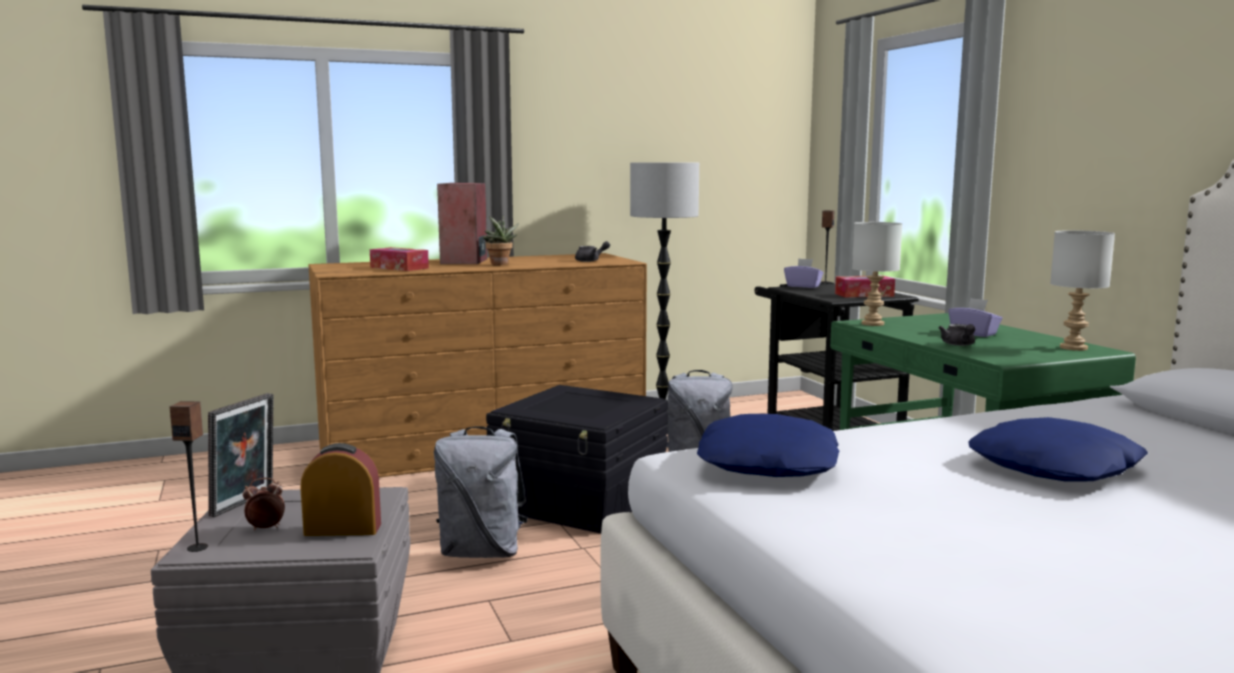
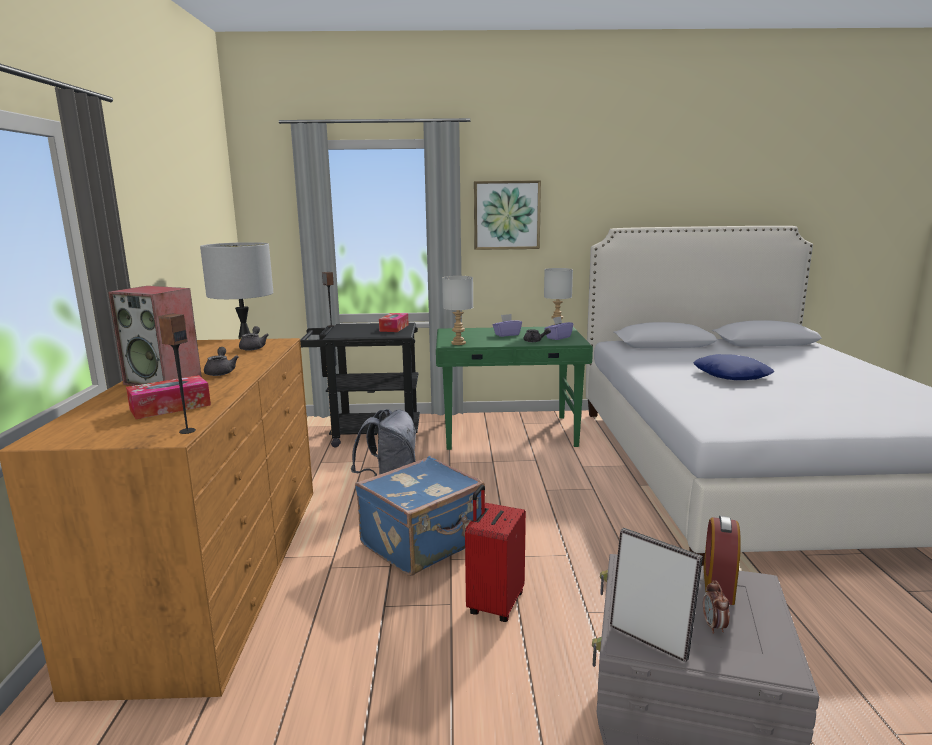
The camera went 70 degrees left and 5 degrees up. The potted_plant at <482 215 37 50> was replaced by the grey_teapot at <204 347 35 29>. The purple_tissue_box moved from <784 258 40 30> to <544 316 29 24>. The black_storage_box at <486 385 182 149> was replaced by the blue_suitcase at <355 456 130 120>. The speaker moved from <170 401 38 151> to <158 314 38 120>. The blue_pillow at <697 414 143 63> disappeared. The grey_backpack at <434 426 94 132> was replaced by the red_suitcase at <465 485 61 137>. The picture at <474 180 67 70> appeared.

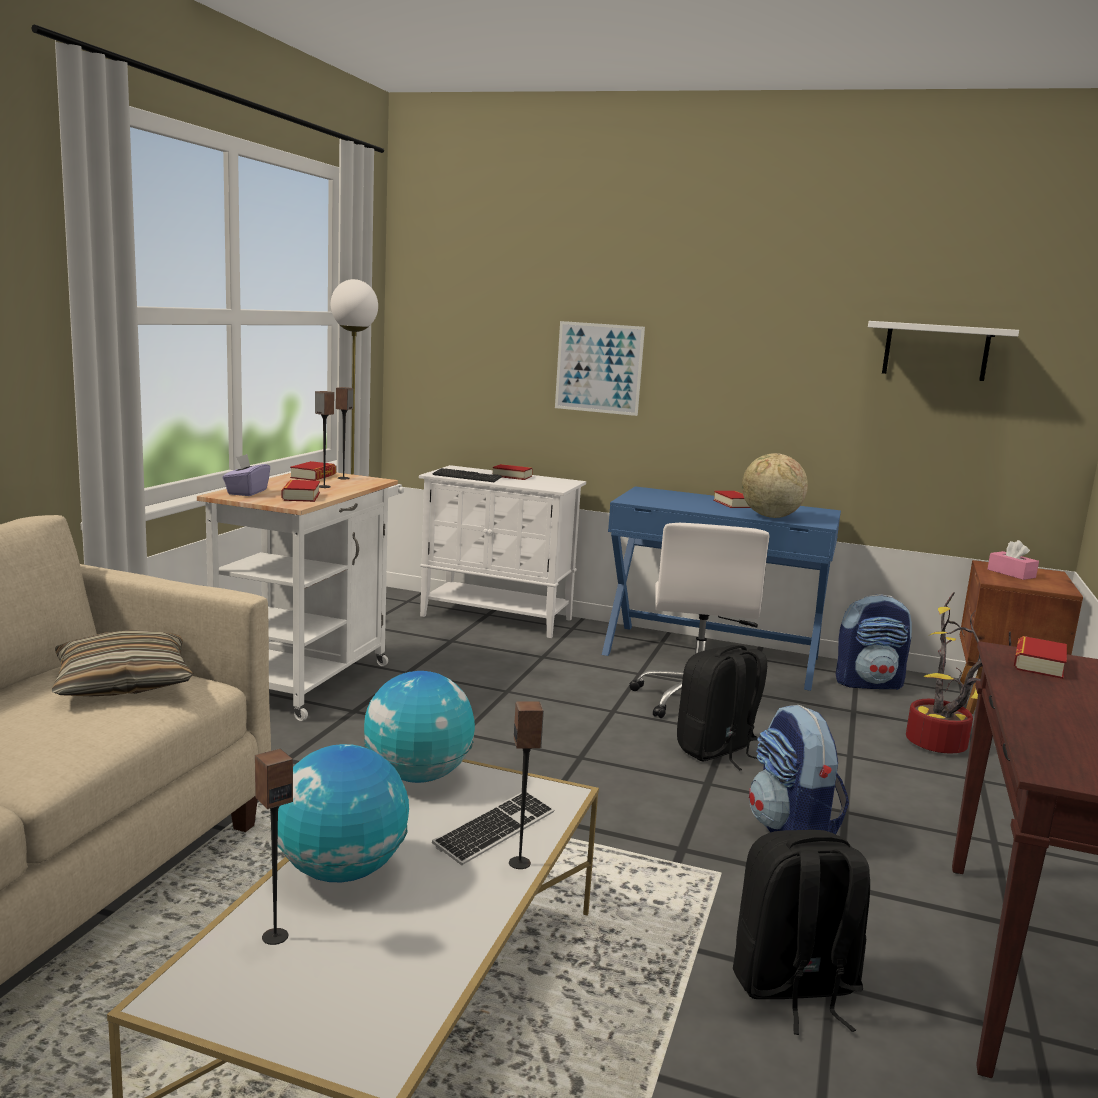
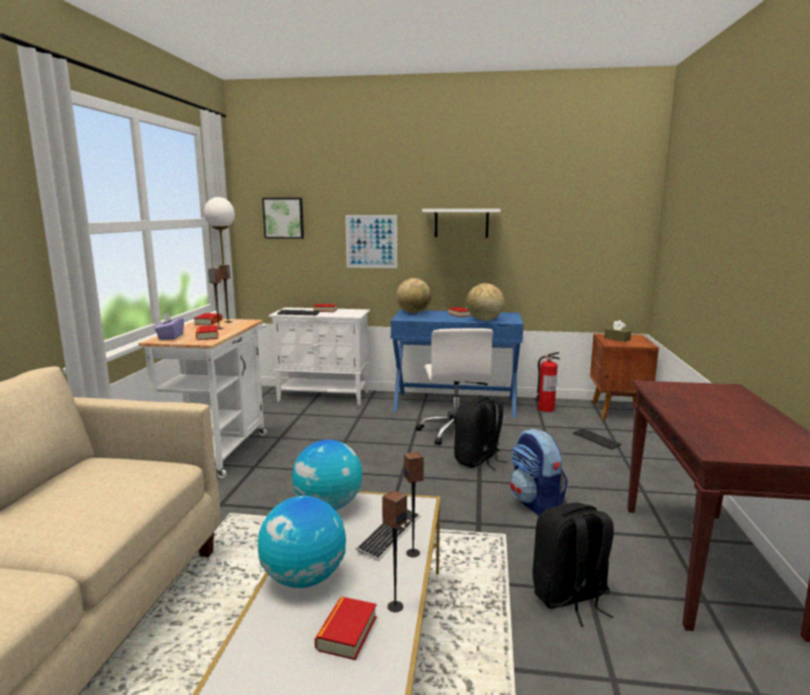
The camera went 10 degrees left and 0 degrees up. The white_shelf moved from <868 321 151 60> to <422 209 78 29>. The pink_tissue_box at <988 540 51 40> became the brown_tissue_box at <604 320 27 22>. The potted_plant at <906 592 105 161> was replaced by the keyboard at <573 428 48 22>. The backpack at <836 594 76 96> was replaced by the fire_extinguisher at <537 352 23 60>. The pillow at <52 630 141 66> disappeared. The book moved from <1014 636 53 43> to <315 597 62 63>. The speaker moved from <255 749 38 196> to <382 490 25 122>. The picture at <262 198 42 41> appeared. The globe at <396 278 35 35> appeared.

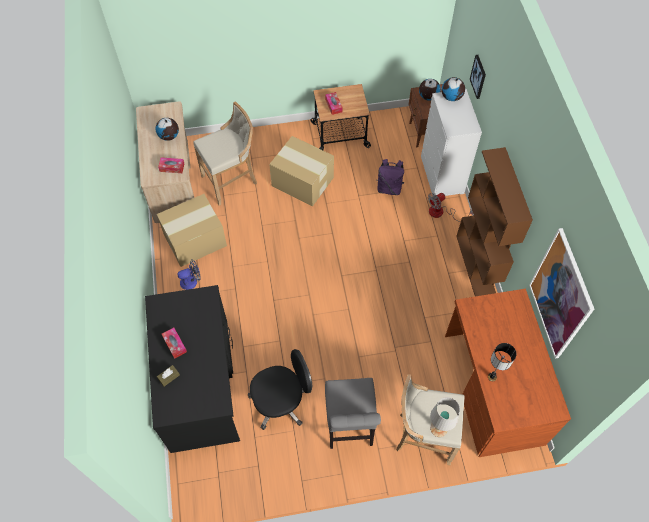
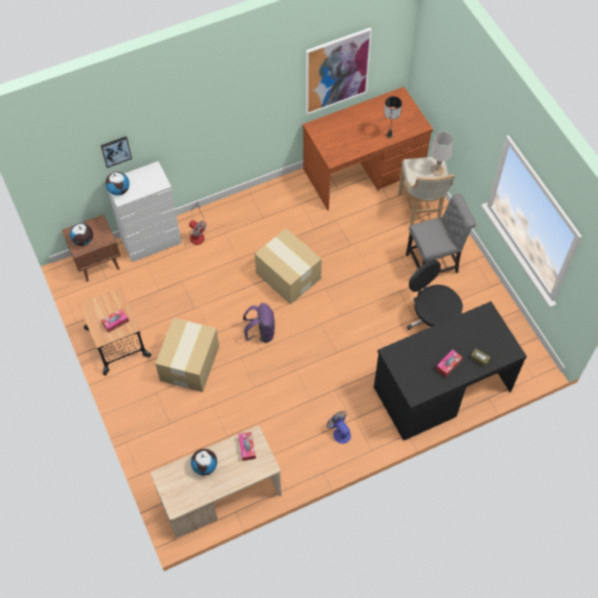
The camera went 105 degrees left and 0 degrees up. The beige_stool at <193 102 64 104> disappeared. The brown_bookcase at <456 147 77 149> disappeared. The purple_backpack moved from <377 159 27 36> to <243 303 32 40>. The cardboard_box moved from <157 194 70 73> to <254 228 68 76>.

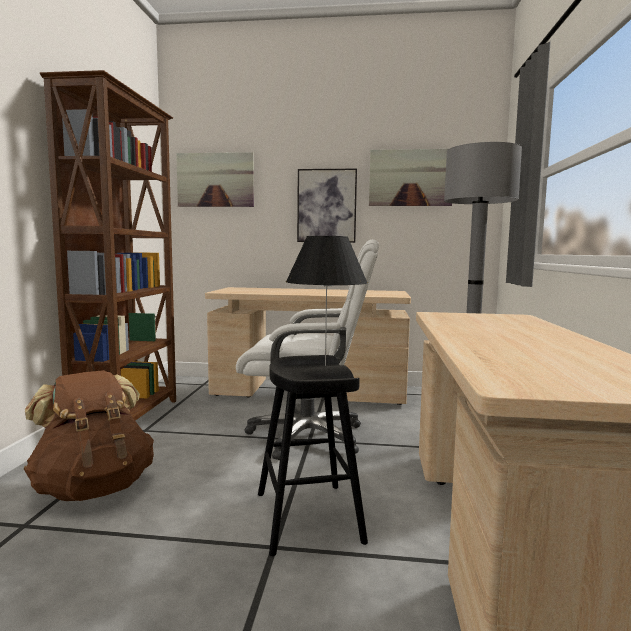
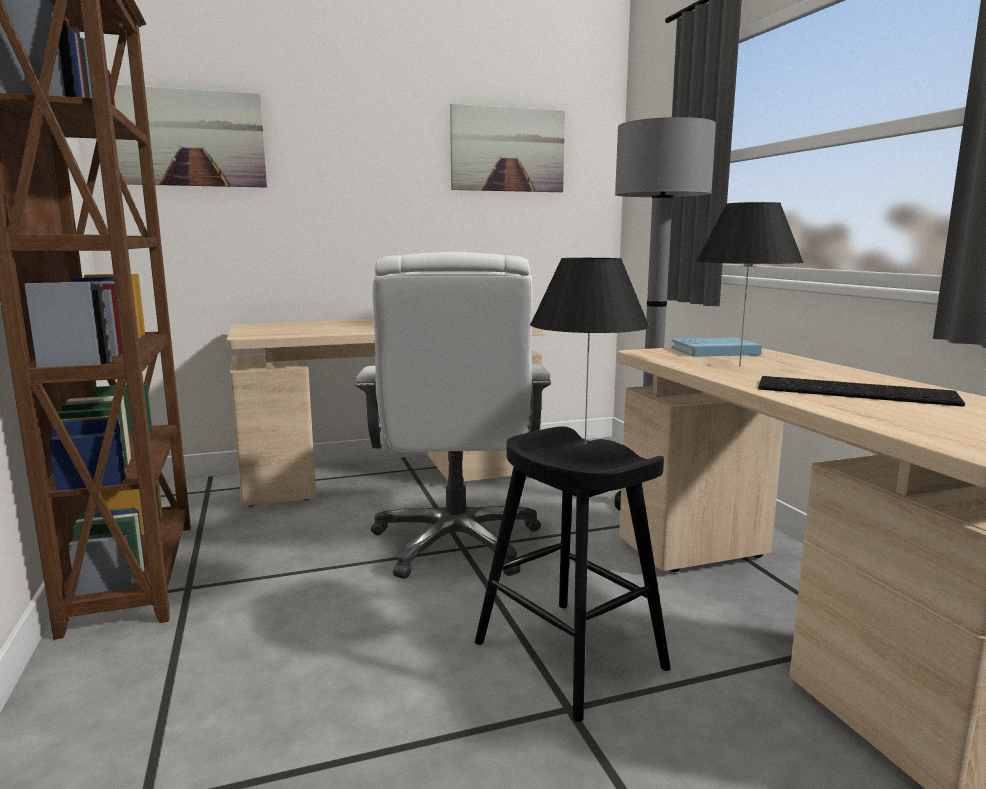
The camera went 25 degrees left and 5 degrees up. The picture at <297 169 60 74> disappeared. The white_office_chair at <236 239 143 221> turned 105 degrees clockwise. The brown_backpack at <24 370 130 131> disappeared. The black_table_lamp at <696 202 108 165> appeared. The blue_book at <671 338 91 19> appeared. The keyboard at <758 376 207 31> appeared.

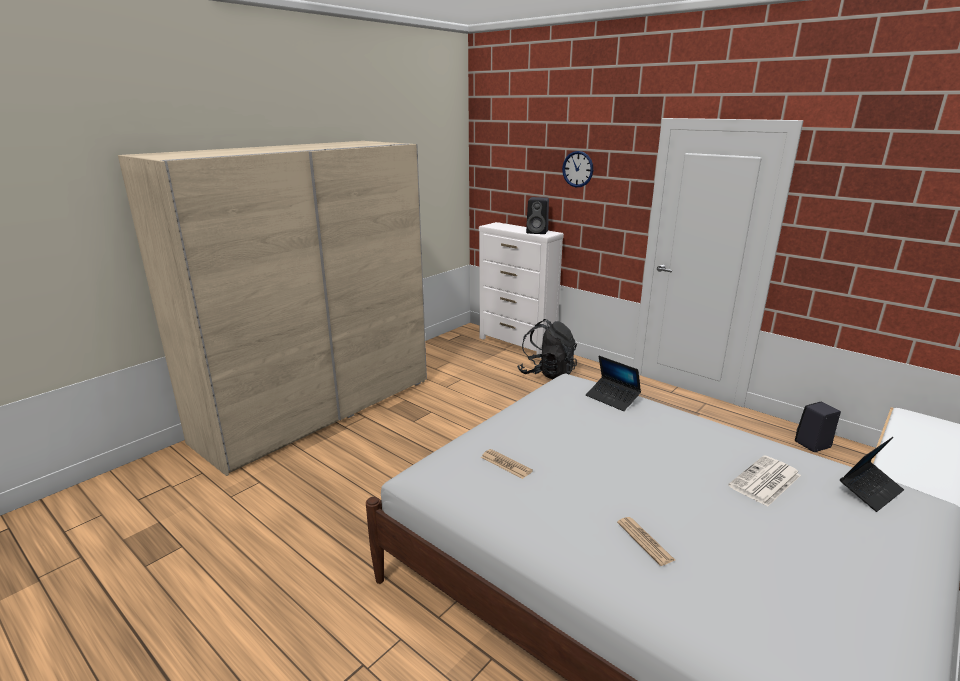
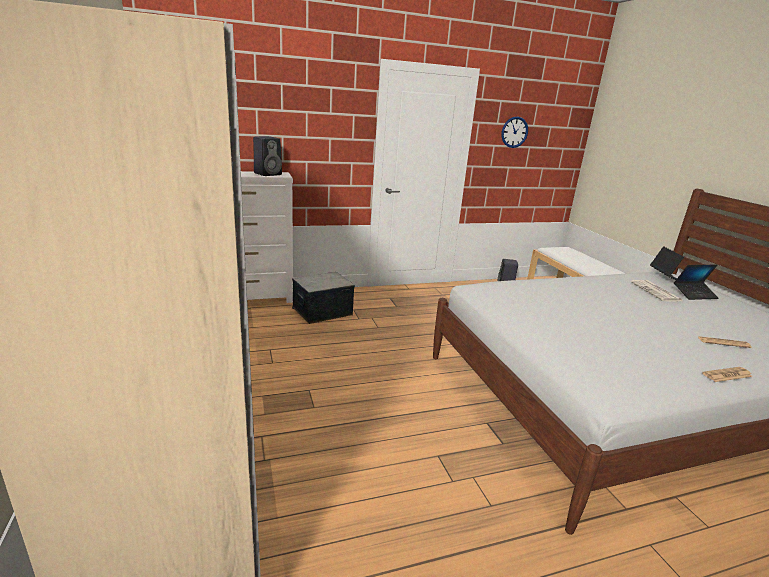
The camera went 60 degrees left and 0 degrees up. The wall_clock moved from <562 151 31 36> to <501 116 27 32>. The black_backpack at <517 319 60 61> was replaced by the storage_box at <292 272 63 52>. The laptop moved from <586 356 55 55> to <674 265 45 35>. The newspaper moved from <481 449 52 30> to <702 367 51 15>.

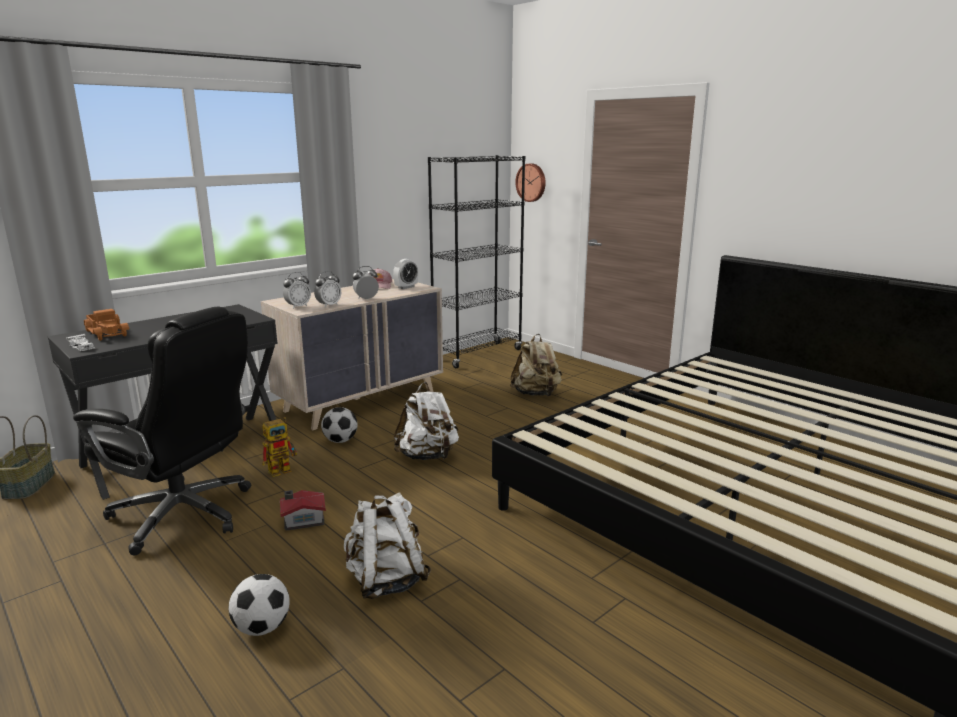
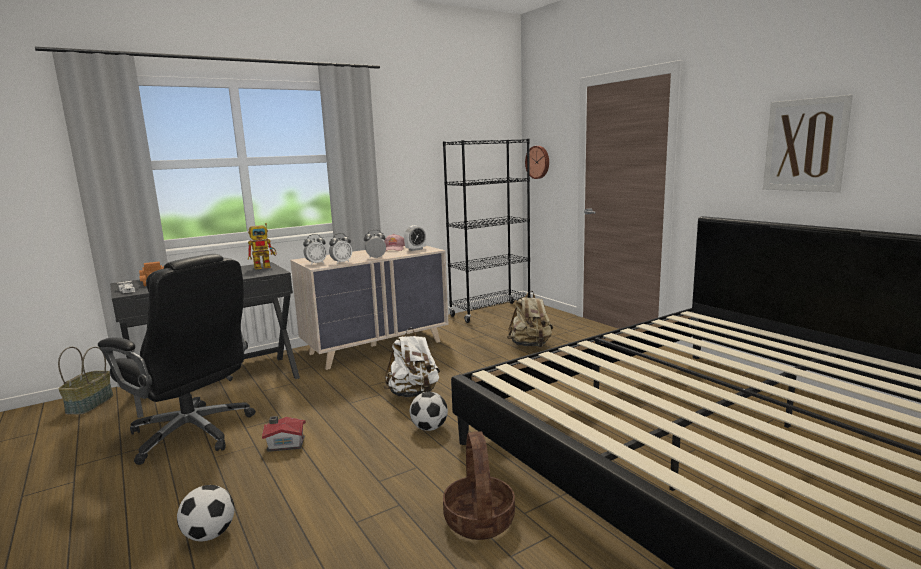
The camera went 10 degrees right and 5 degrees down. The football moved from <321 407 37 36> to <410 392 38 39>. The toy_robot moved from <262 417 35 60> to <248 223 29 47>. The white_backpack at <344 492 87 107> disappeared. The picture at <763 95 90 97> appeared. The basket at <443 431 72 109> appeared.

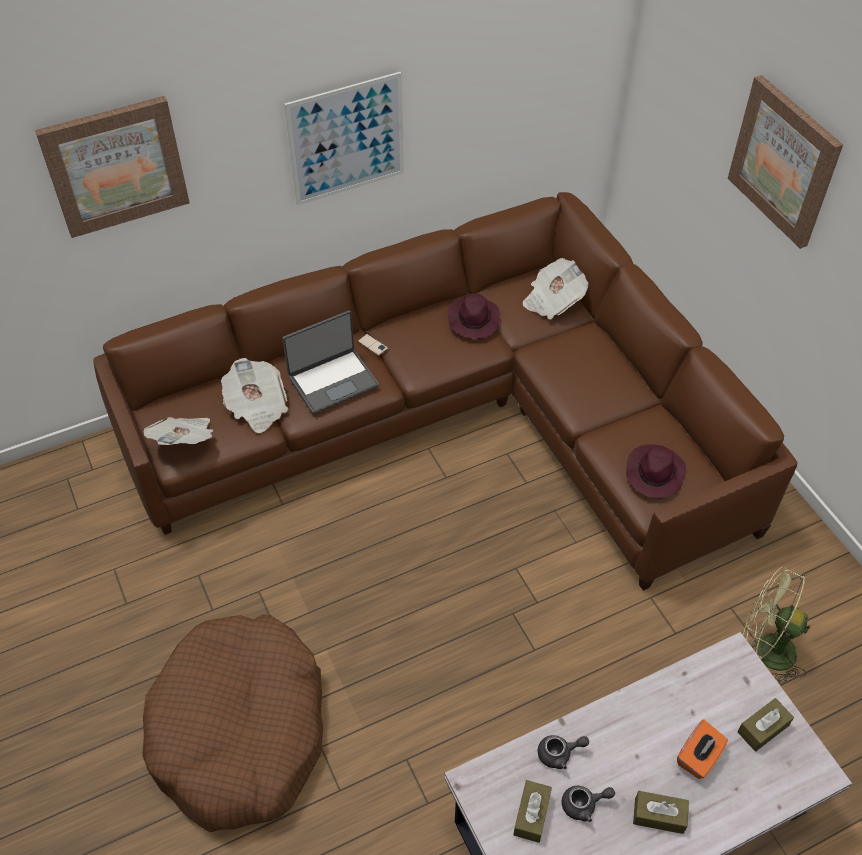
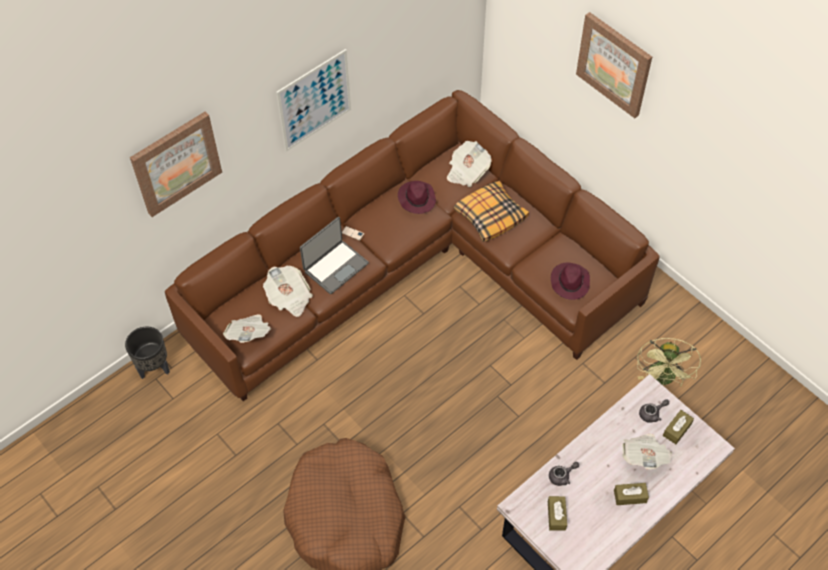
The camera went 15 degrees left and 5 degrees up. The green_fan at <743 567 68 117> turned 90 degrees counterclockwise. The orange_tissue_box at <677 720 51 59> was replaced by the newspaper at <622 433 50 37>. The grey_teapot moved from <562 786 53 36> to <639 399 30 24>. The pillow at <454 181 75 61> appeared. The black_planter at <125 327 45 52> appeared.

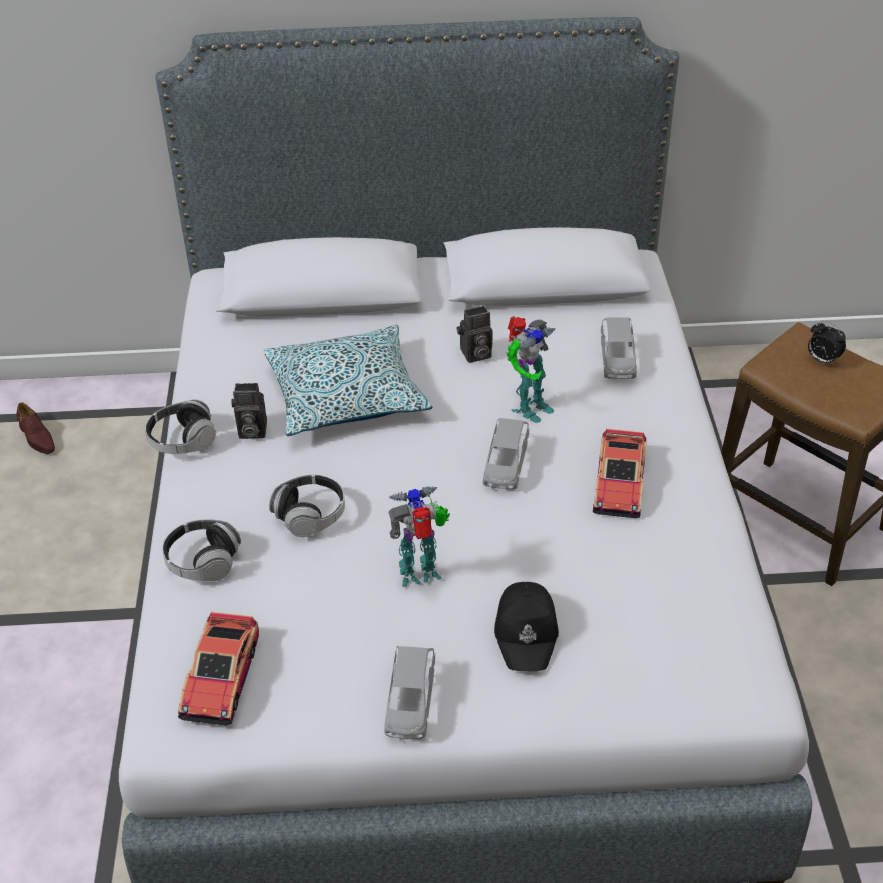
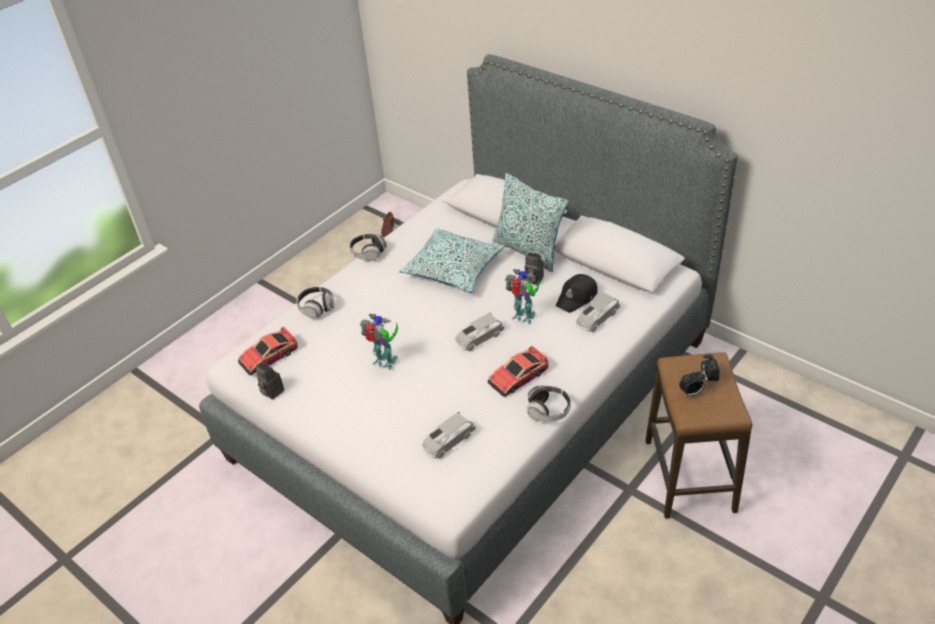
The camera went 45 degrees right and 0 degrees up. The toy_robot at <506 316 49 107> turned 150 degrees counterclockwise. The photo_camera moved from <231 383 36 56> to <255 362 29 38>. The headphones moved from <269 475 76 62> to <527 386 44 36>. The black_cap moved from <494 582 65 89> to <556 274 42 39>. The grey_toy_car moved from <384 646 51 93> to <422 412 53 47>. The pillow at <492 173 77 99> appeared. The alarm_clock at <679 371 27 25> appeared.

